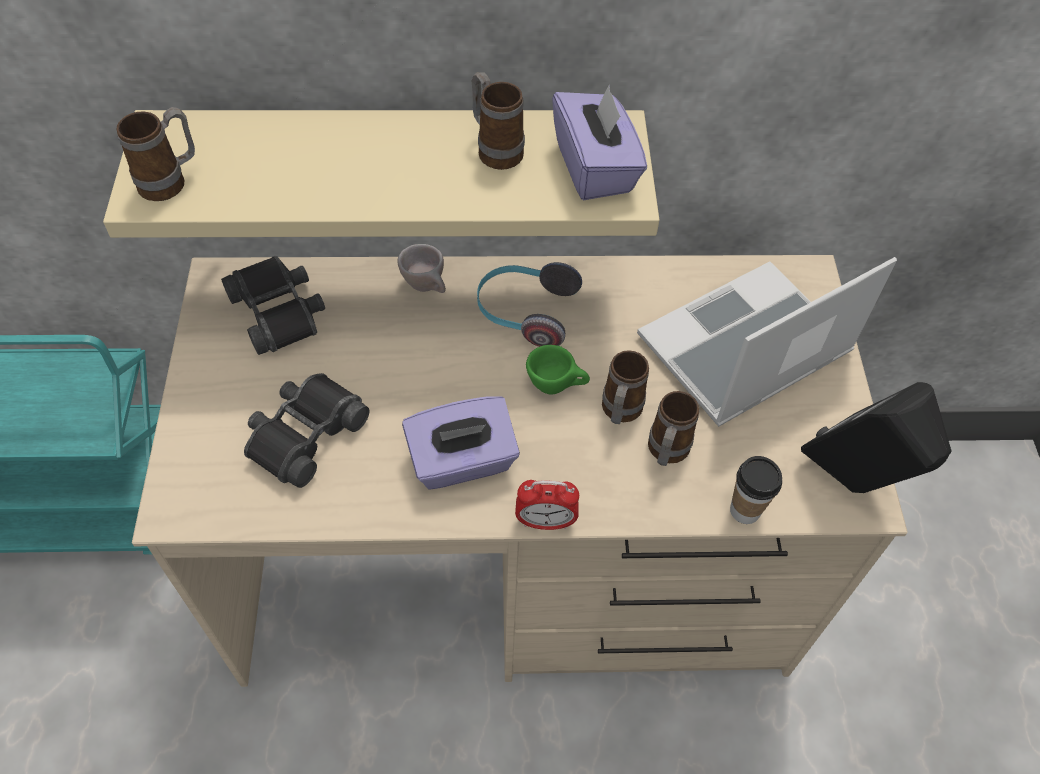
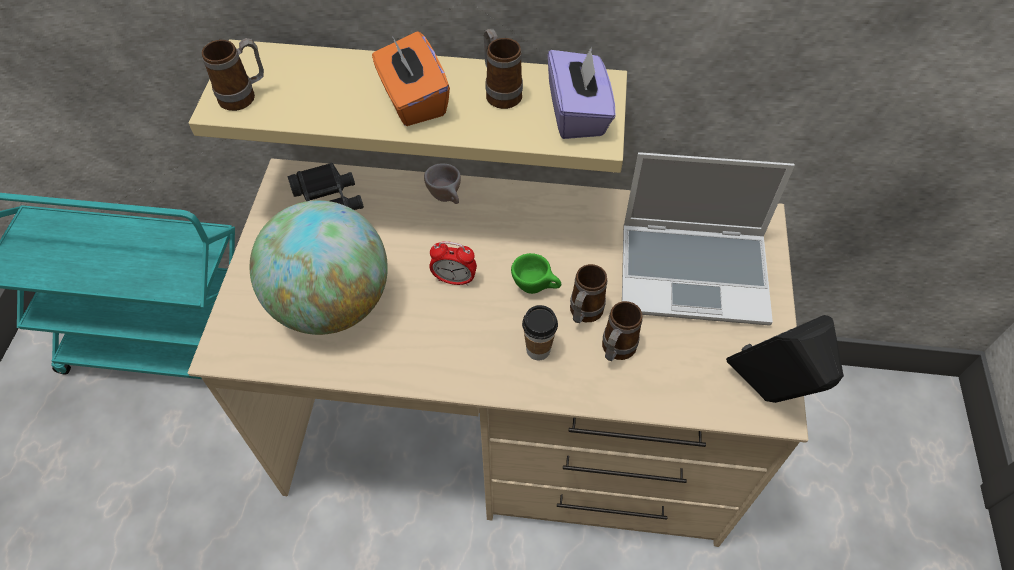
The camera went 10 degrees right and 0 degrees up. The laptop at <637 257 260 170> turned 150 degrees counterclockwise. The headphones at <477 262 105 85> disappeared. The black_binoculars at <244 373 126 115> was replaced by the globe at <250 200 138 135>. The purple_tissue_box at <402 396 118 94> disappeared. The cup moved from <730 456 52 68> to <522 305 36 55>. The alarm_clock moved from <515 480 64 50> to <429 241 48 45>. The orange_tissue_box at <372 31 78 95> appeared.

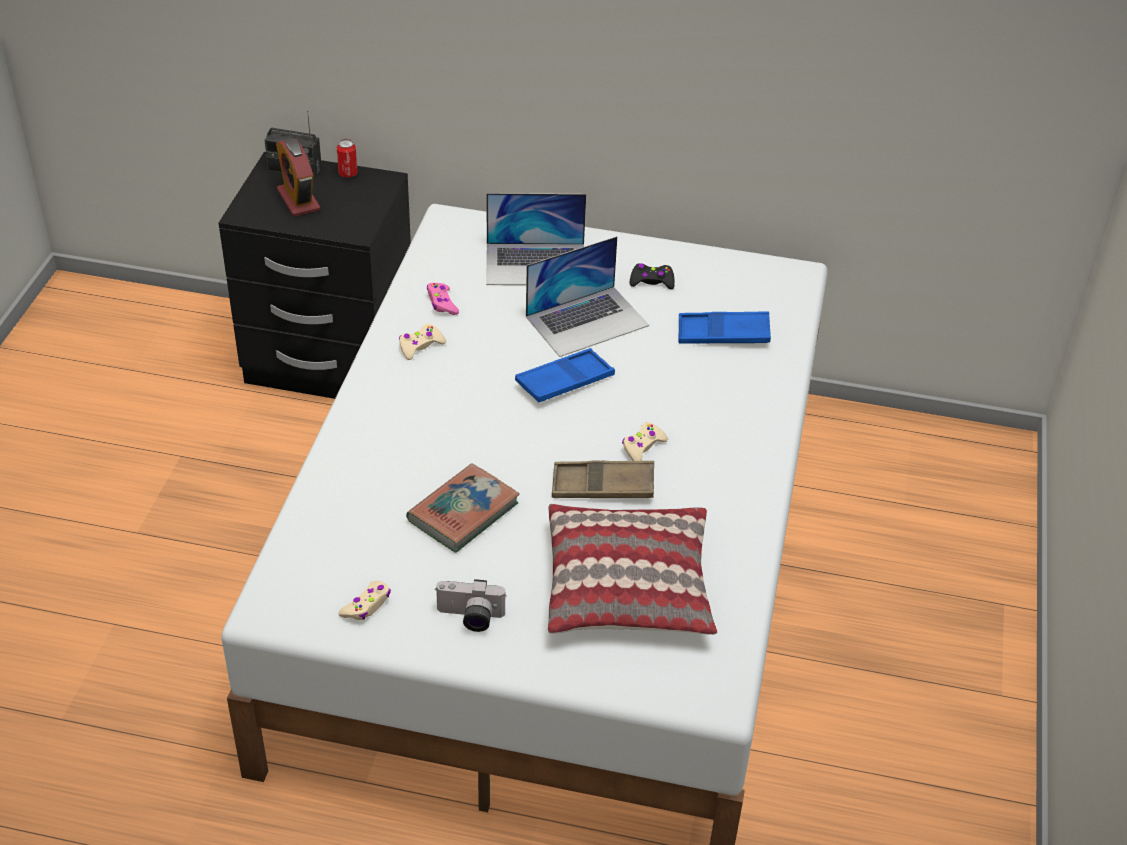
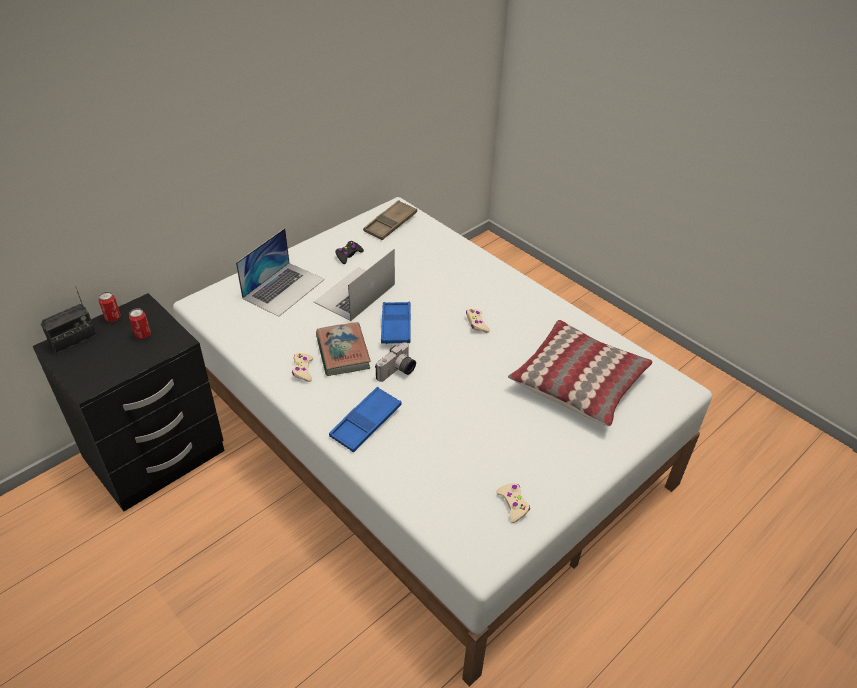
The camera went 55 degrees left and 0 degrees up. The alarm_clock at <276 138 44 79> disappeared. The laptop at <526 236 123 121> turned 150 degrees counterclockwise. The pink_game_controller at <427 283 32 32> disappeared. The blue_tray moved from <678 311 93 33> to <329 387 73 65>. The brown_tray moved from <552 461 102 37> to <363 200 54 40>. The book moved from <406 463 114 90> to <316 322 55 54>. The photo_camera moved from <436 579 70 53> to <375 342 41 40>. The can at <129 308 22 31> appeared.

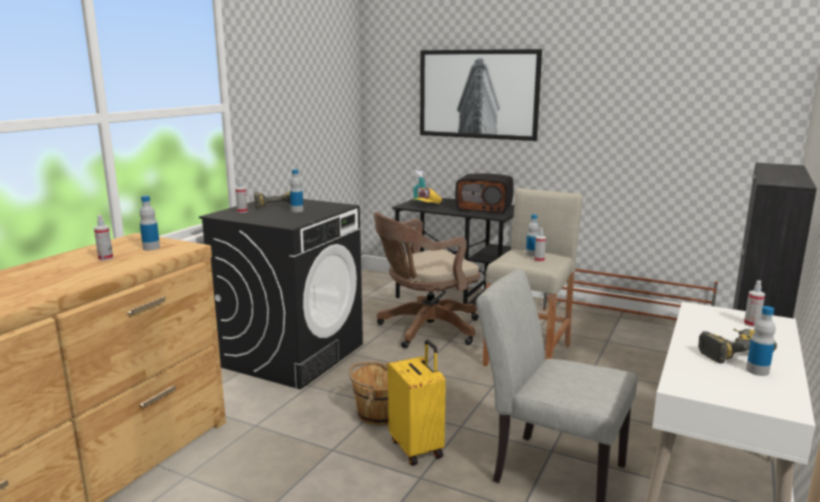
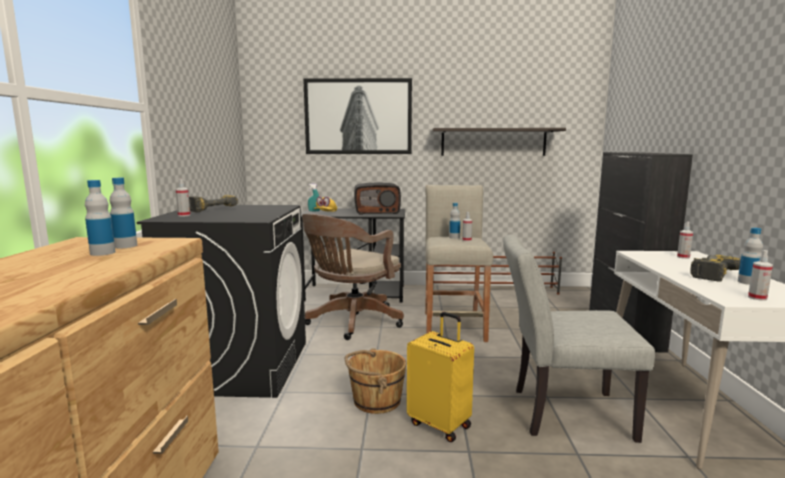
The camera went 25 degrees left and 5 degrees down. The bottle moved from <290 169 14 43> to <85 180 31 76>. The spray_bottle moved from <94 215 19 46> to <748 250 25 51>. The shelf at <432 128 134 28> appeared.

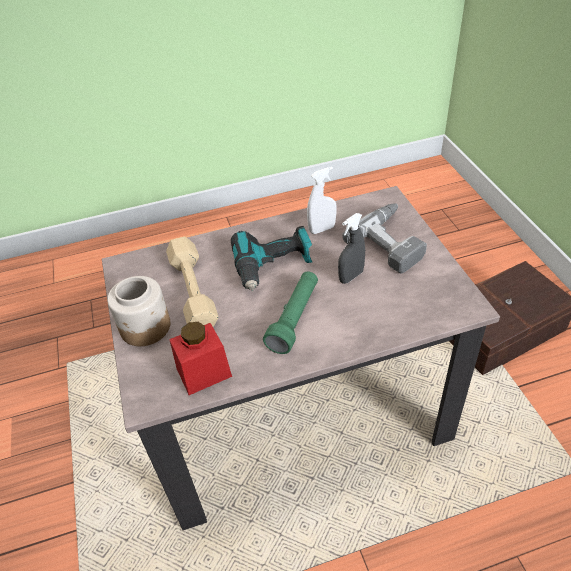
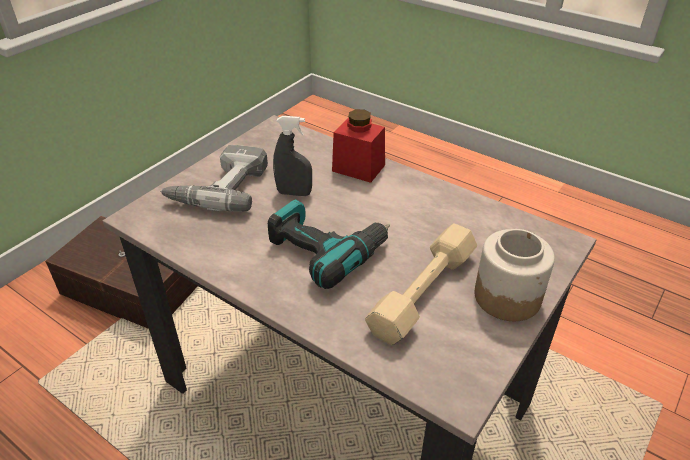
The camera went 130 degrees left and 5 degrees down. The white_spray_bottle at <307 167 30 67> disappeared. The green_flashlight at <263 272 55 82> disappeared. The red_jar moved from <169 322 63 73> to <332 109 53 74>.

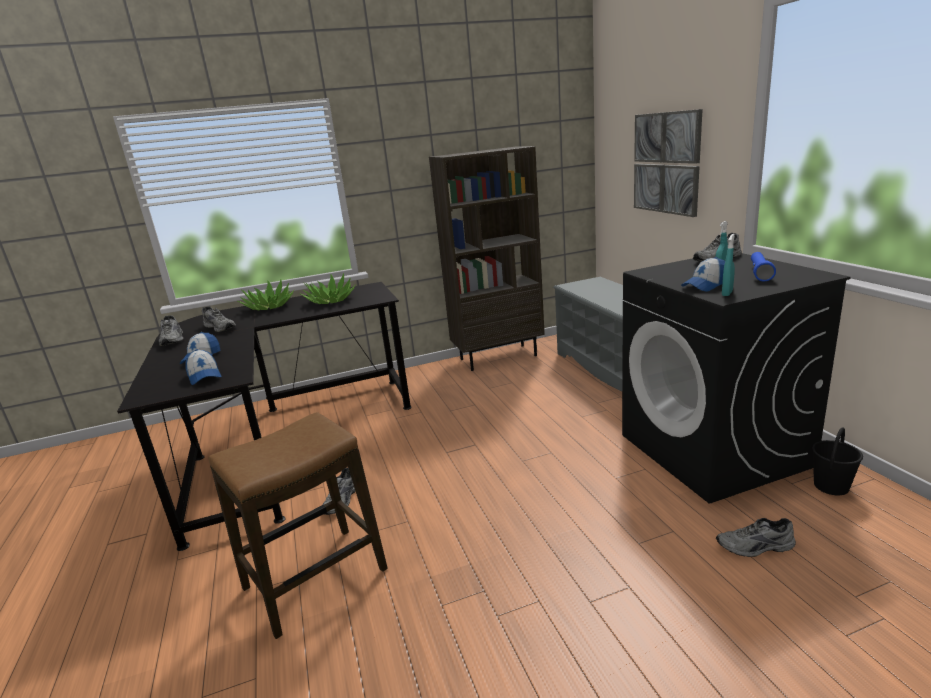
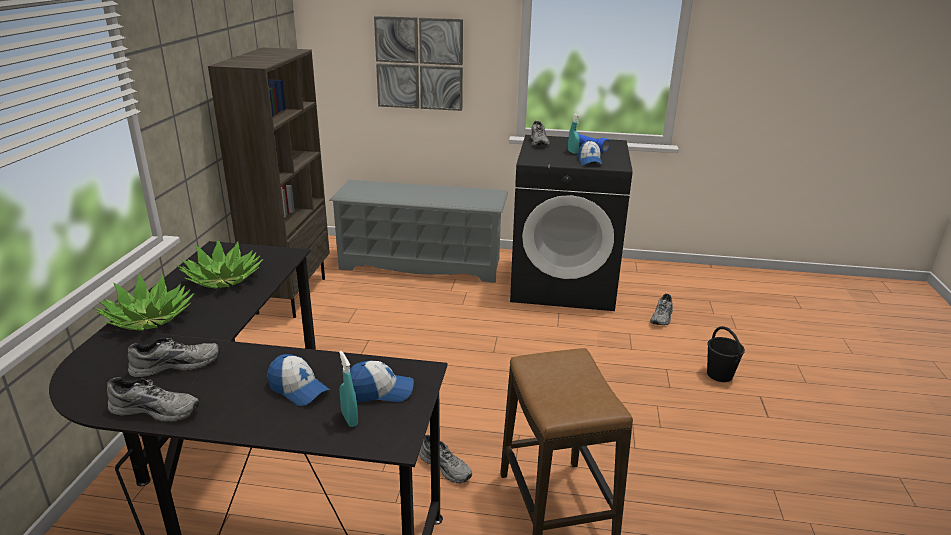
The camera went 65 degrees left and 5 degrees up. The turquoise_spray_bottle moved from <722 234 13 62> to <339 351 19 76>. The black_bucket moved from <812 427 51 68> to <707 326 38 56>.

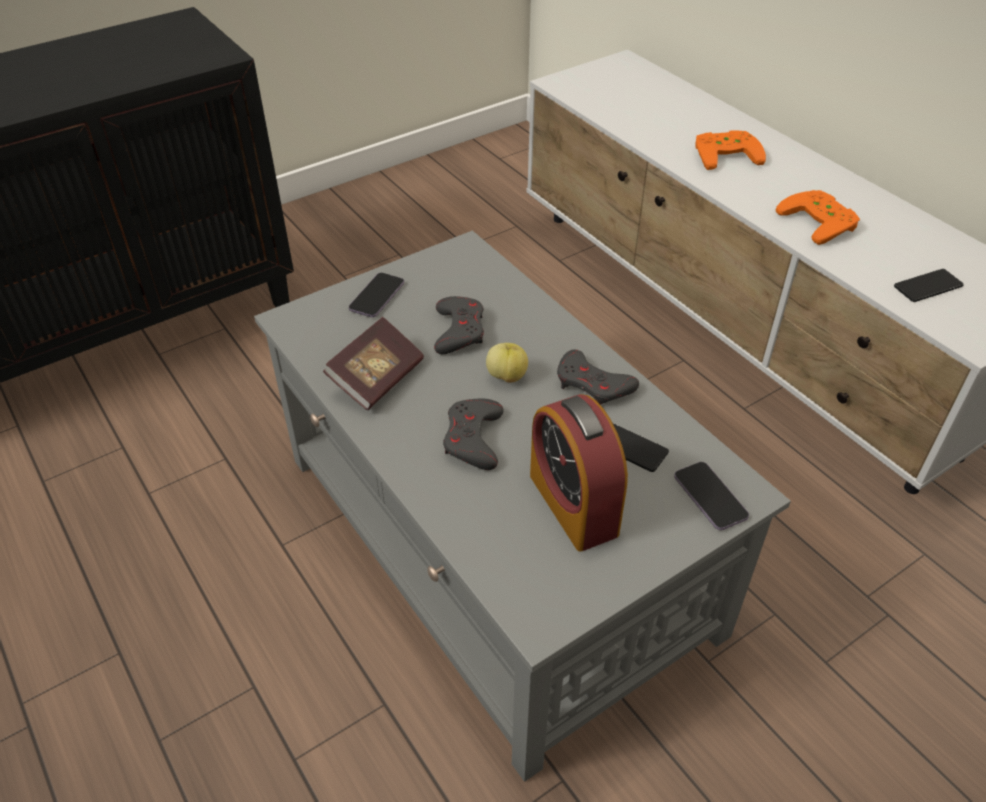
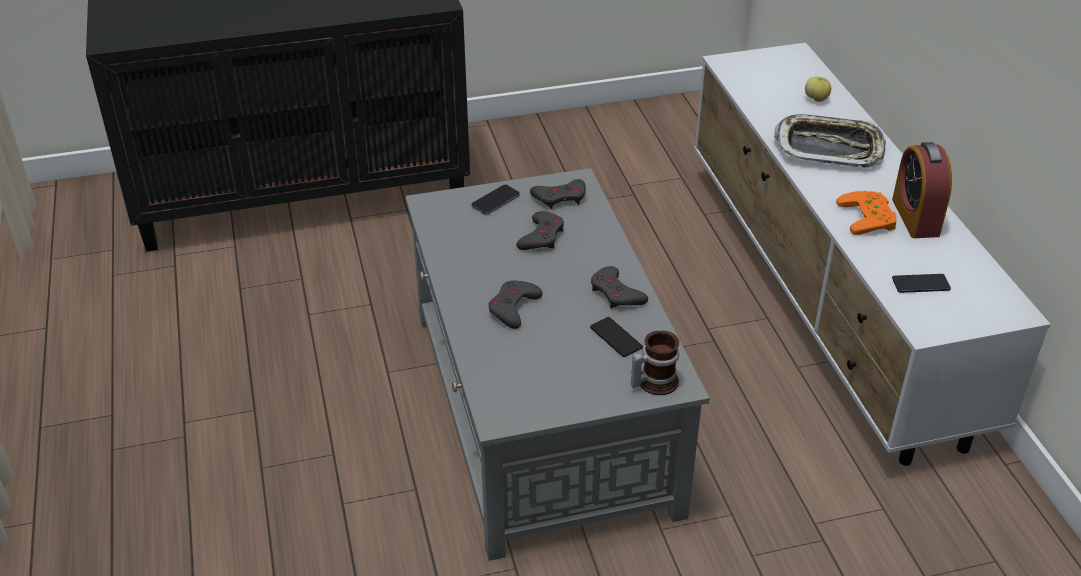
The camera went 20 degrees right and 5 degrees down. The orange_game_controller at <695 130 71 40> was replaced by the tray at <774 114 112 54>. The book at <323 317 101 93> disappeared. The apple moved from <486 343 42 40> to <805 76 26 26>. The alarm_clock moved from <530 394 98 158> to <892 142 60 96>. The phone at <674 462 75 68> was replaced by the mug at <631 331 49 64>. The grey_game_controller at <530 179 56 30> appeared.

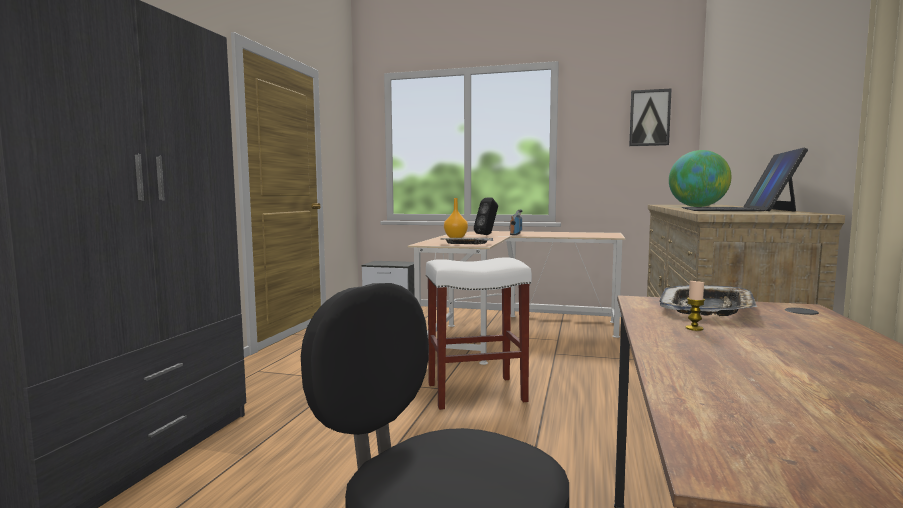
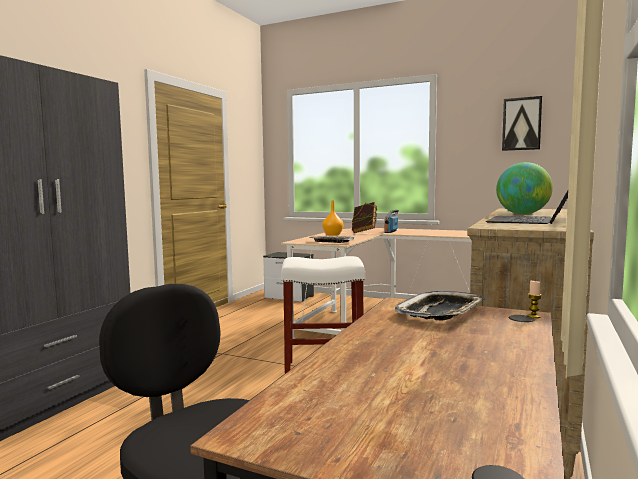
The camera went 10 degrees right and 0 degrees up. The black_speaker at <474 198 24 37> was replaced by the book at <352 202 25 31>. The candle moved from <685 281 20 50> to <527 280 14 38>.

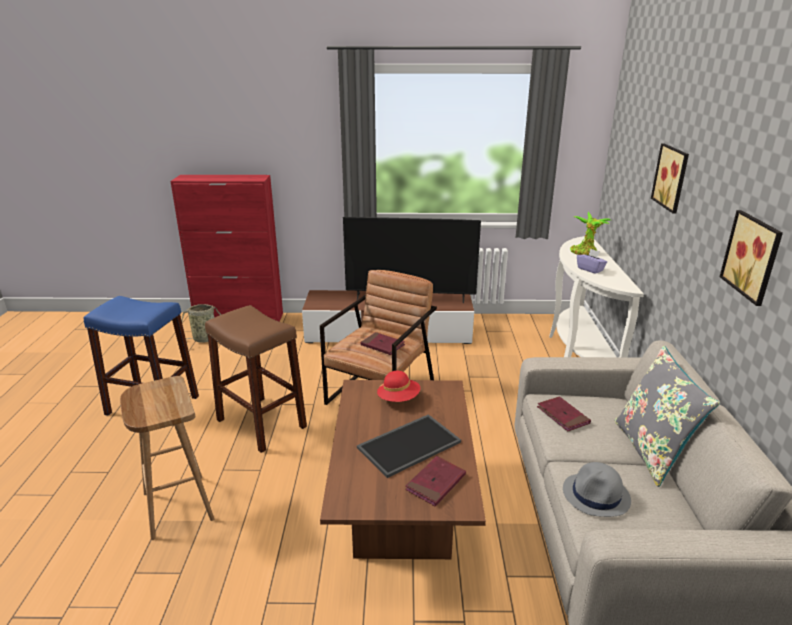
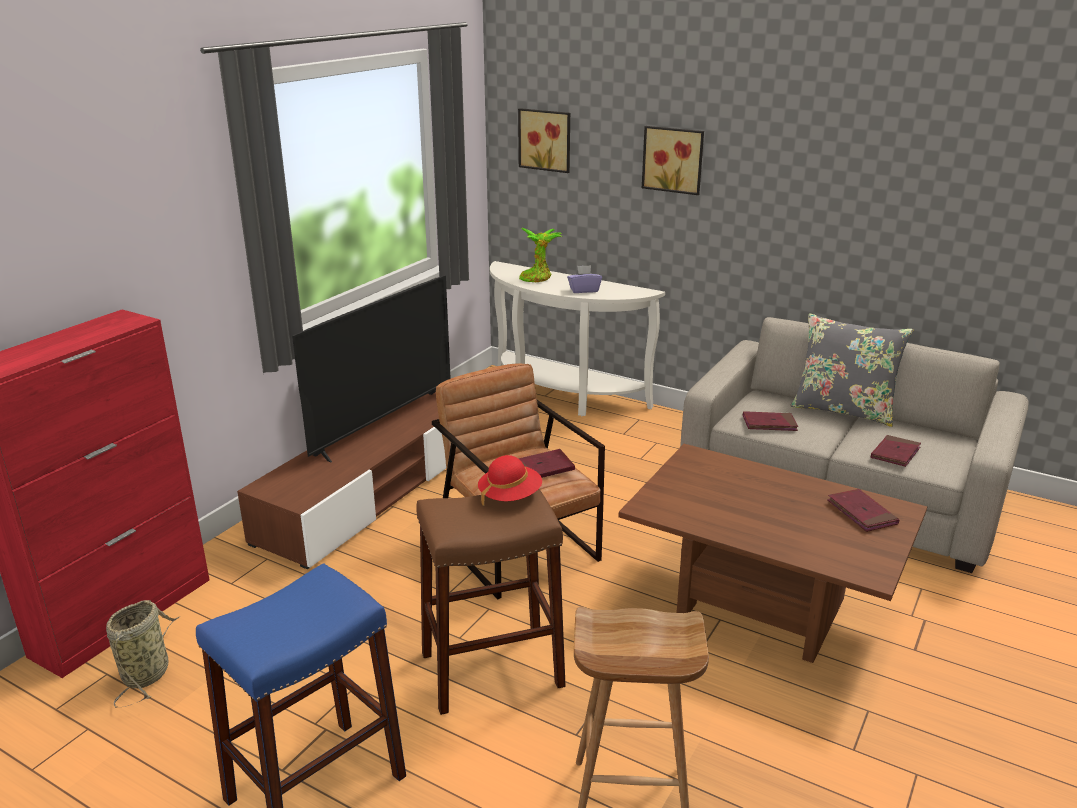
The camera went 60 degrees left and 0 degrees up. The picture moved from <720 210 63 96> to <518 108 52 65>. The red_hat moved from <377 370 43 32> to <478 455 64 50>. The tray at <357 414 104 64> disappeared. The grey_hat at <563 462 68 55> was replaced by the red_book at <871 435 50 32>.

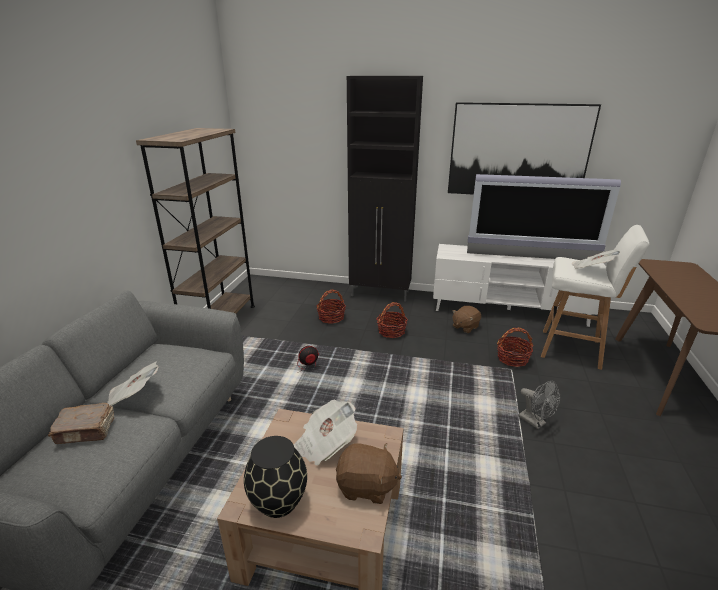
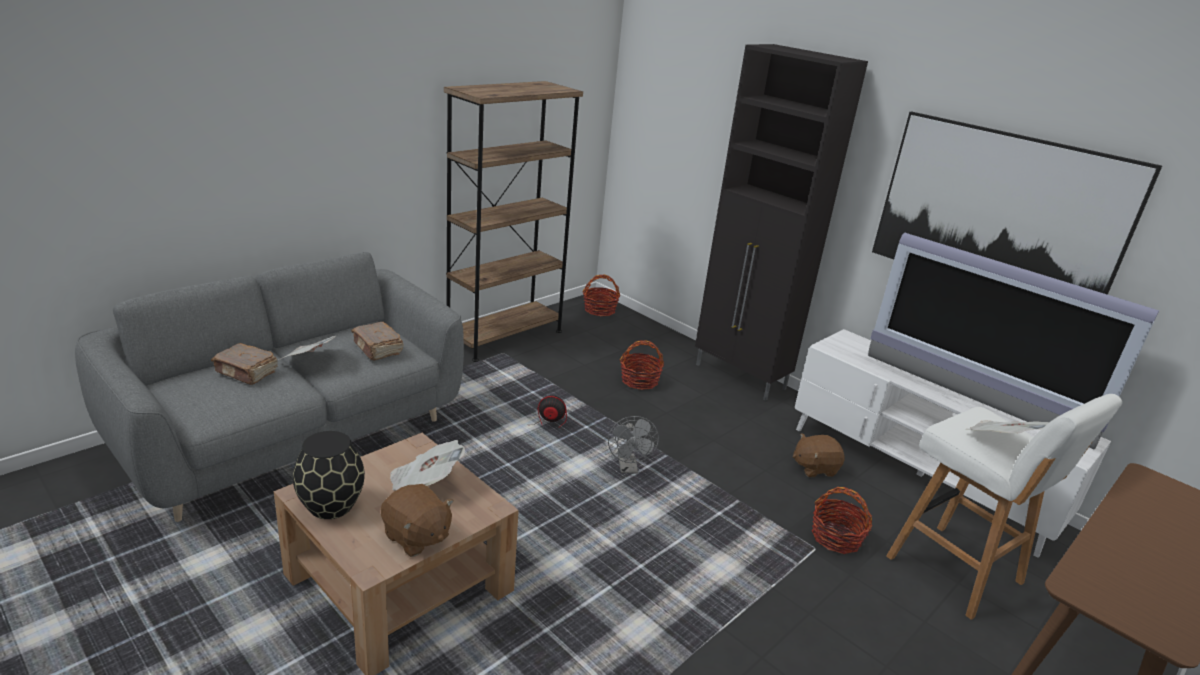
The camera went 30 degrees right and 0 degrees up. The basket moved from <377 302 31 36> to <582 274 38 42>. The grey_fan moved from <518 381 42 48> to <608 416 51 58>. The brown_book at <351 322 53 38> appeared.

